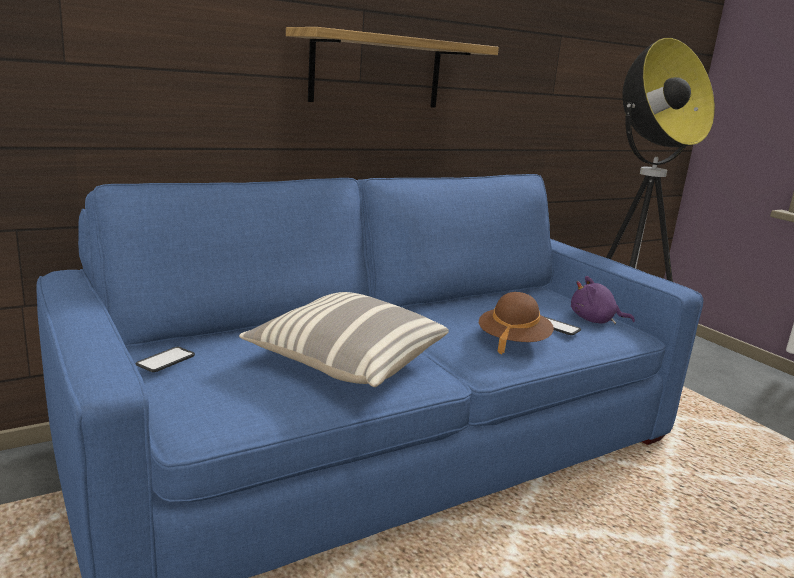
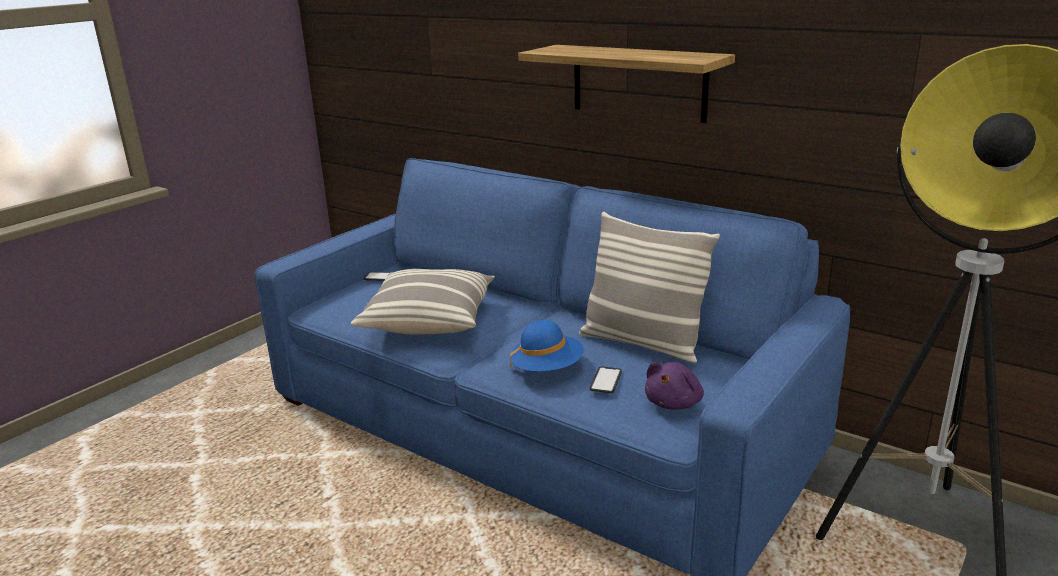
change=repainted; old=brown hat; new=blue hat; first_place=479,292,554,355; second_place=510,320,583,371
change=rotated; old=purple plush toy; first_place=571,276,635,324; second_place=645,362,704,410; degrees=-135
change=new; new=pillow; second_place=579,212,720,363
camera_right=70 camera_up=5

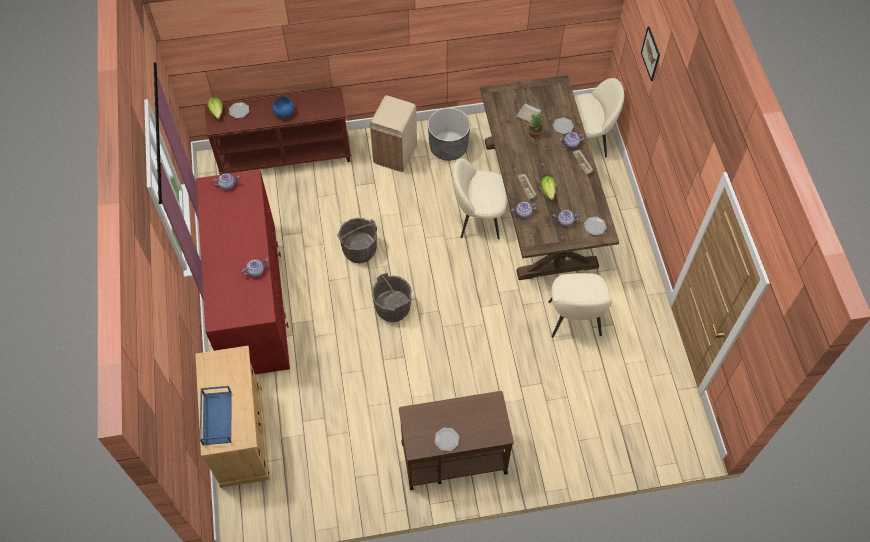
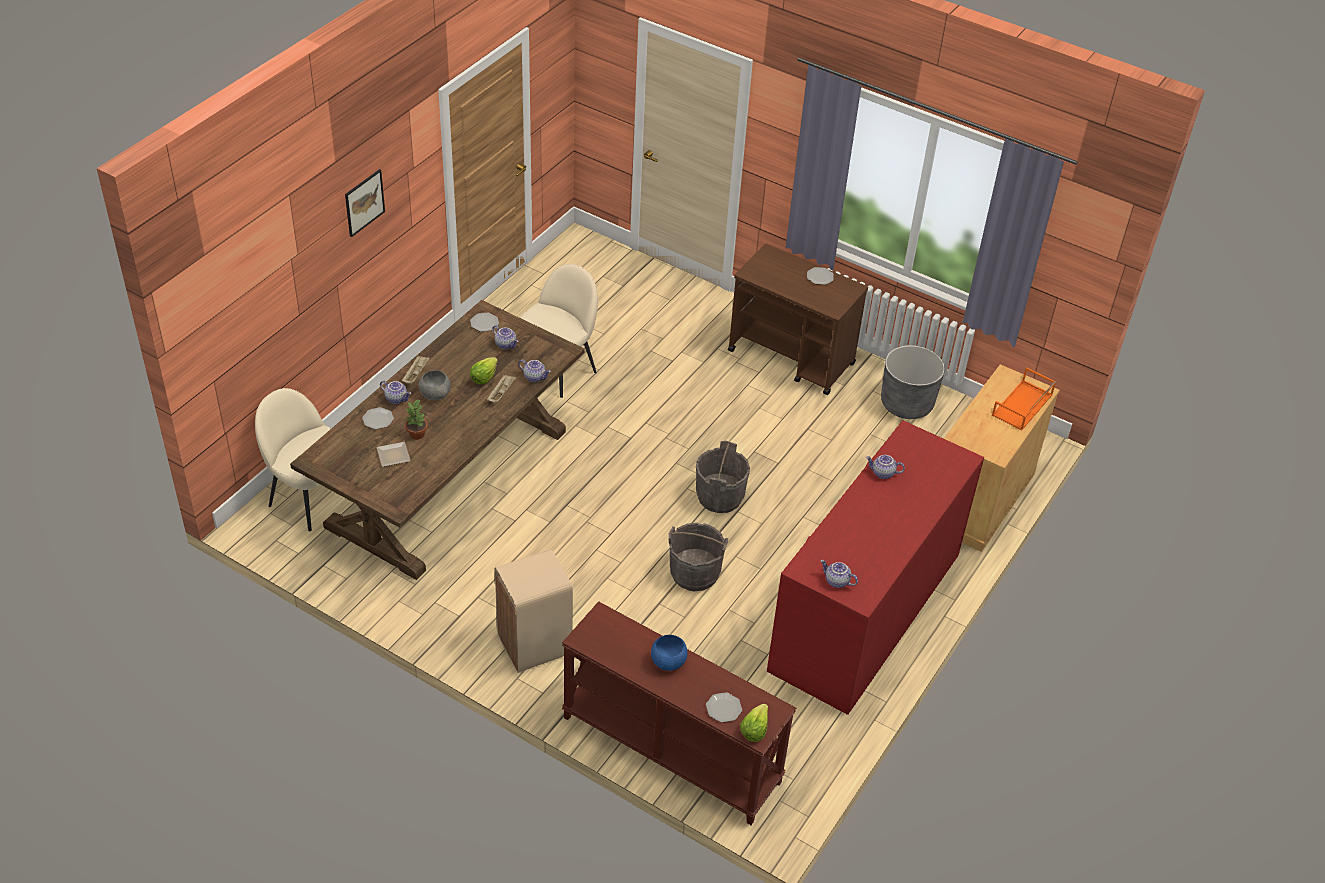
change=repainted; old=blue tray; new=orange tray; first_place=200,386,231,445; second_place=992,367,1056,431
change=shifted; old=grey planter; first_place=428,108,470,161; second_place=881,345,945,419
change=gone; old=beige chair; first_place=453,158,507,240
change=shifted; old=picture; first_place=641,27,660,81; second_place=345,169,385,237
change=new; new=grey bowl; second_place=419,370,451,400
camera_right=-140 camera_up=-15

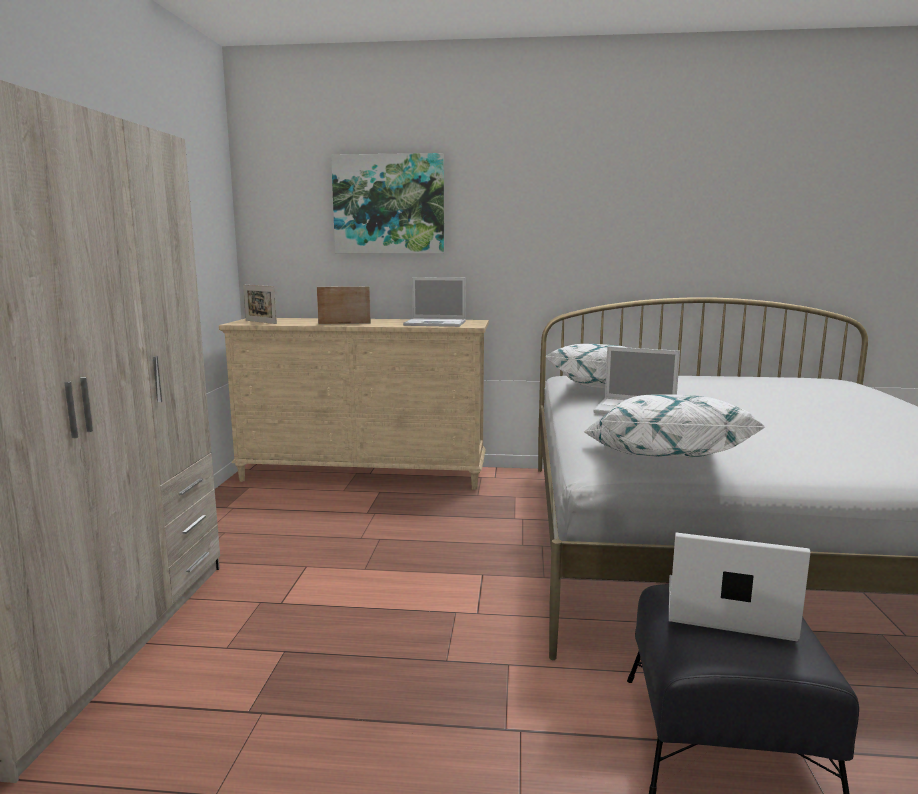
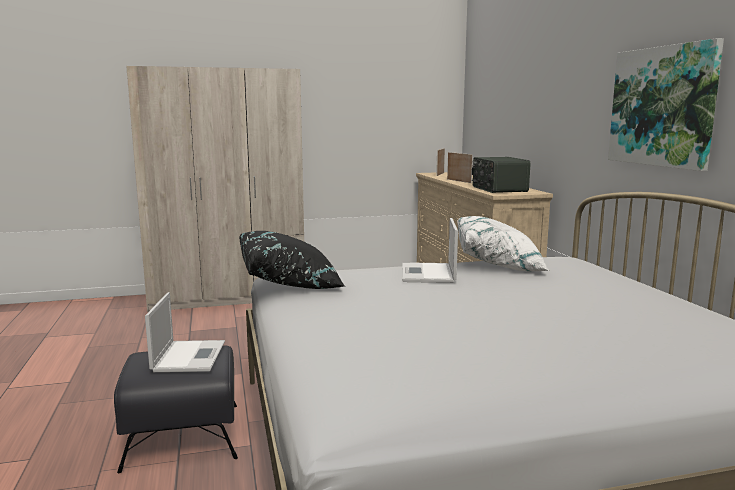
change=shifted; old=picture; first_place=331,153,444,253; second_place=608,38,724,171
change=swapped; old=laptop; new=radio; first_place=403,277,466,327; second_place=472,157,530,193
change=repainted; old=white pillow; new=black pillow; first_place=583,395,767,458; second_place=239,231,345,289
camera_right=70 camera_up=0

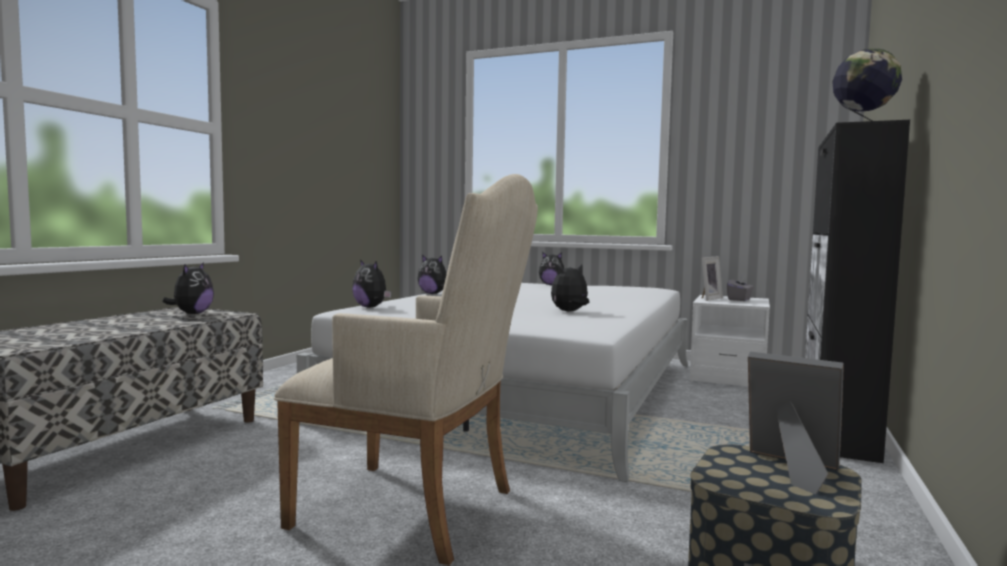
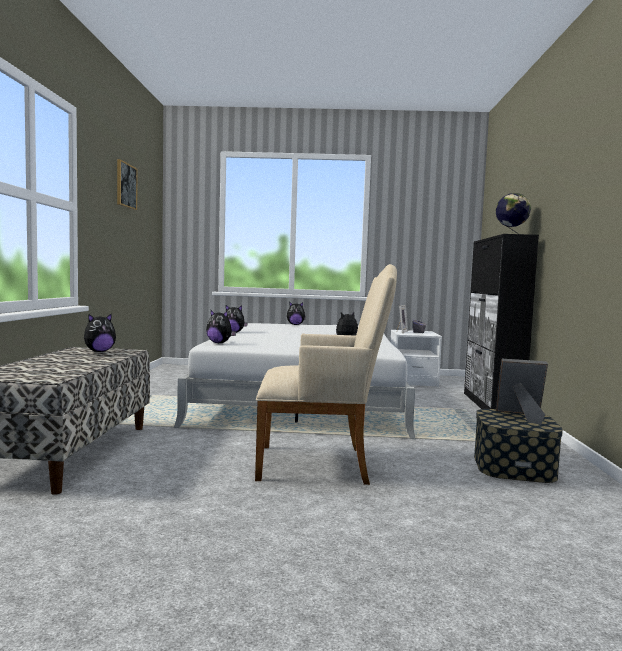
change=rotated; old=plush toy; first_place=162,262,214,314; second_place=84,313,116,352; degrees=60
change=new; new=picture; second_place=117,159,137,210
camera_right=-20 camera_up=0

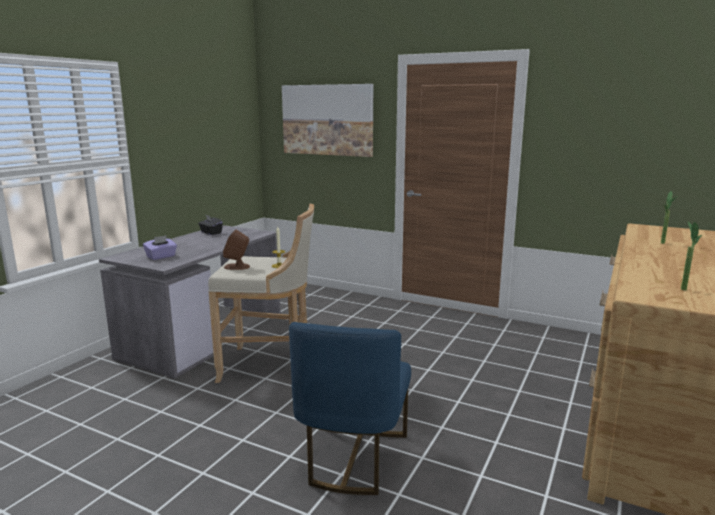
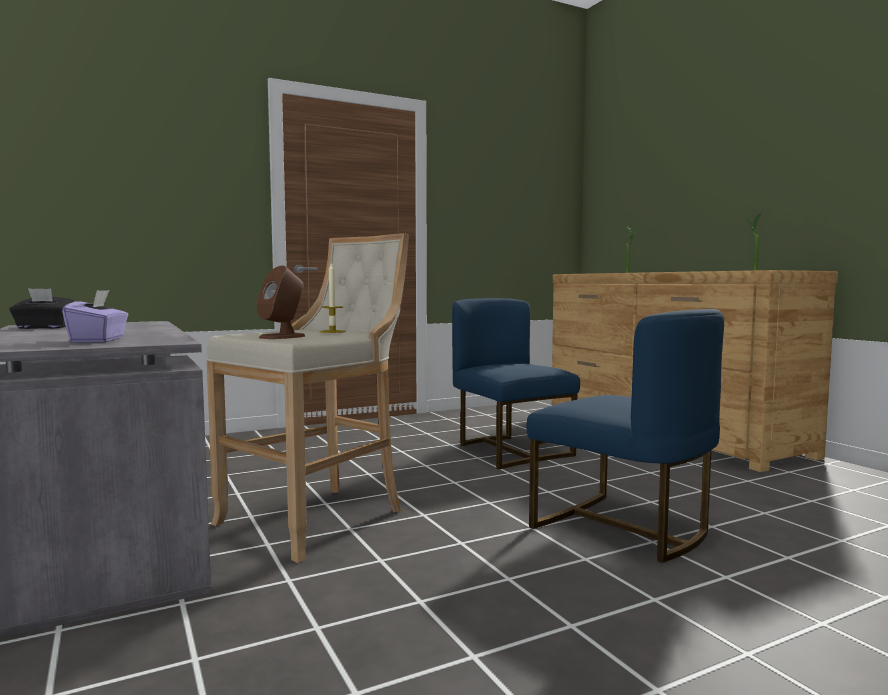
change=gone; old=picture; first_place=282,84,373,157
change=new; new=blue chair; second_place=452,298,580,469
camera_right=-55 camera_up=-10

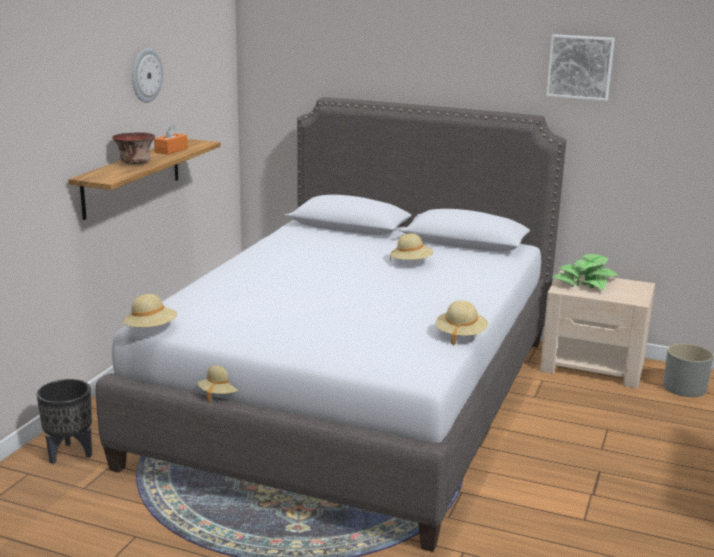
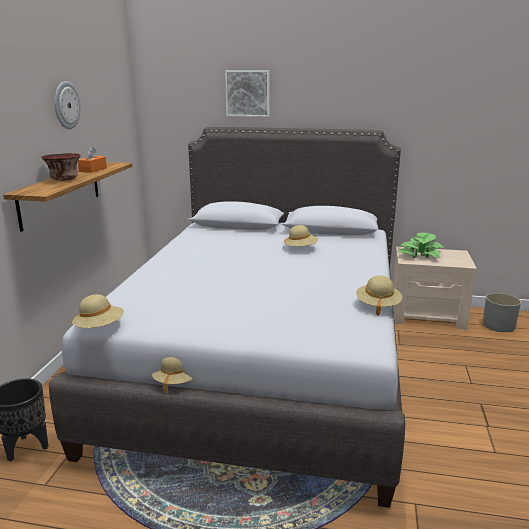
change=shifted; old=picture; first_place=546,34,615,101; second_place=225,71,270,117
camera_right=-10 camera_up=0

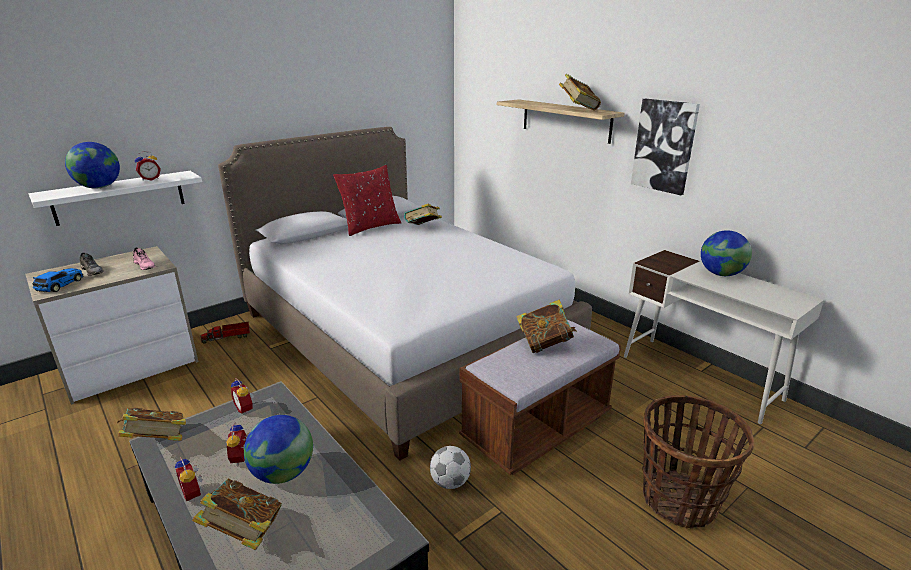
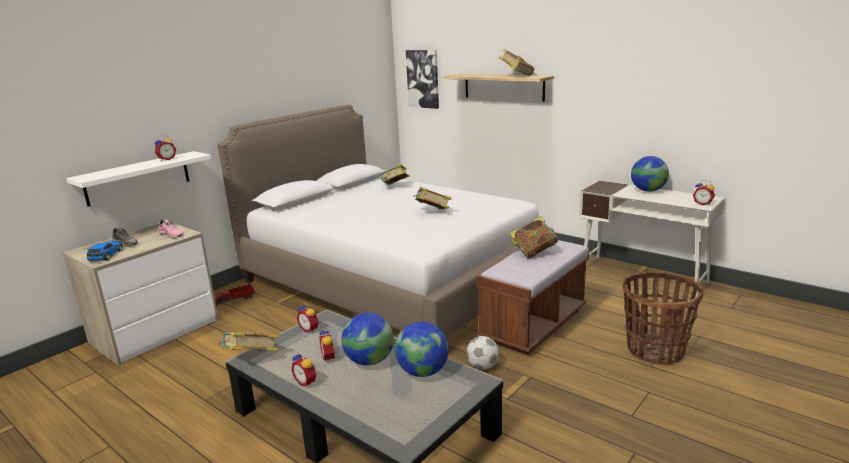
change=shifted; old=globe; first_place=65,142,120,189; second_place=395,322,449,377
change=shifted; old=book; first_place=192,479,282,550; second_place=414,187,452,209
change=gone; old=red pillow; first_place=333,165,401,236
change=shifted; old=picture; first_place=631,98,700,195; second_place=406,50,439,109
change=new; new=alarm clock; second_place=693,180,715,205
camera_right=-10 camera_up=-5

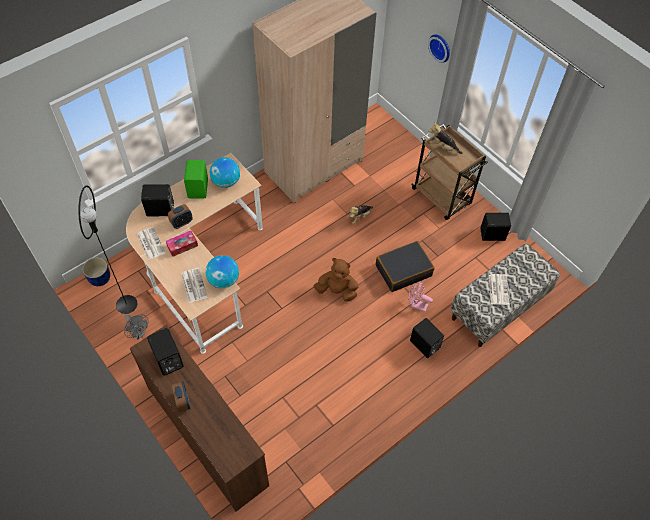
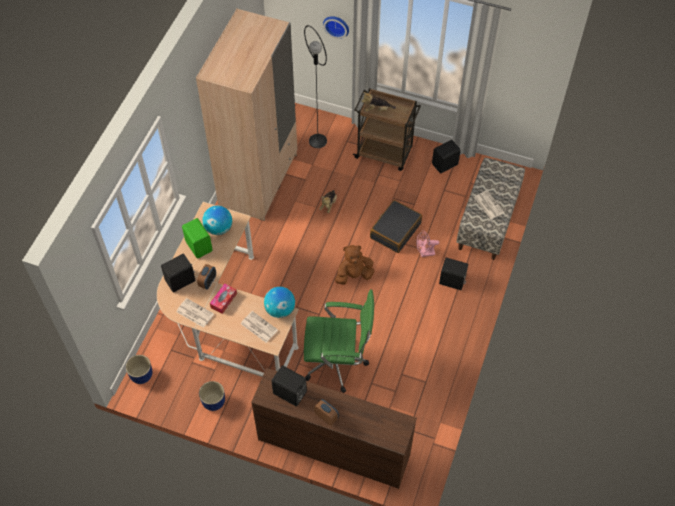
change=shifted; old=black floor lamp; first_place=78,185,138,314; second_place=304,25,327,148
change=swapped; old=grey fan; new=blue planter; first_place=124,314,149,340; second_place=199,381,225,411
change=new; new=green office chair; second_place=304,290,374,393
camera_right=-30 camera_up=0

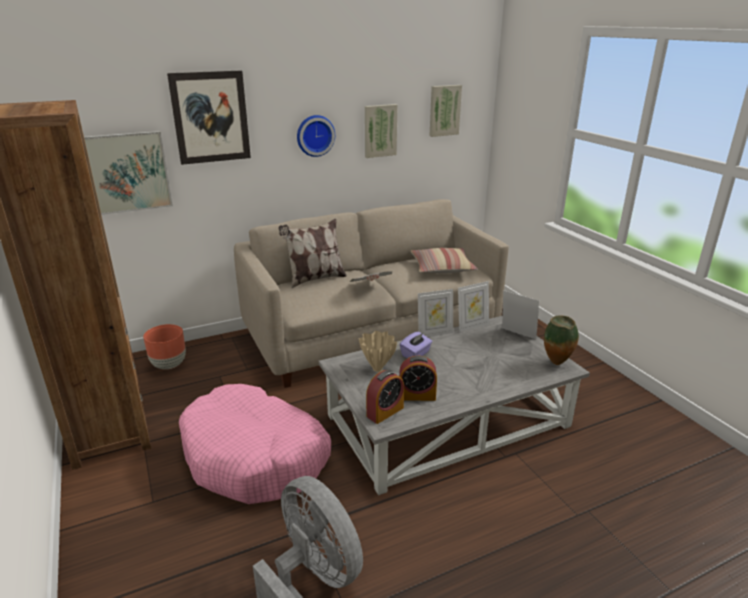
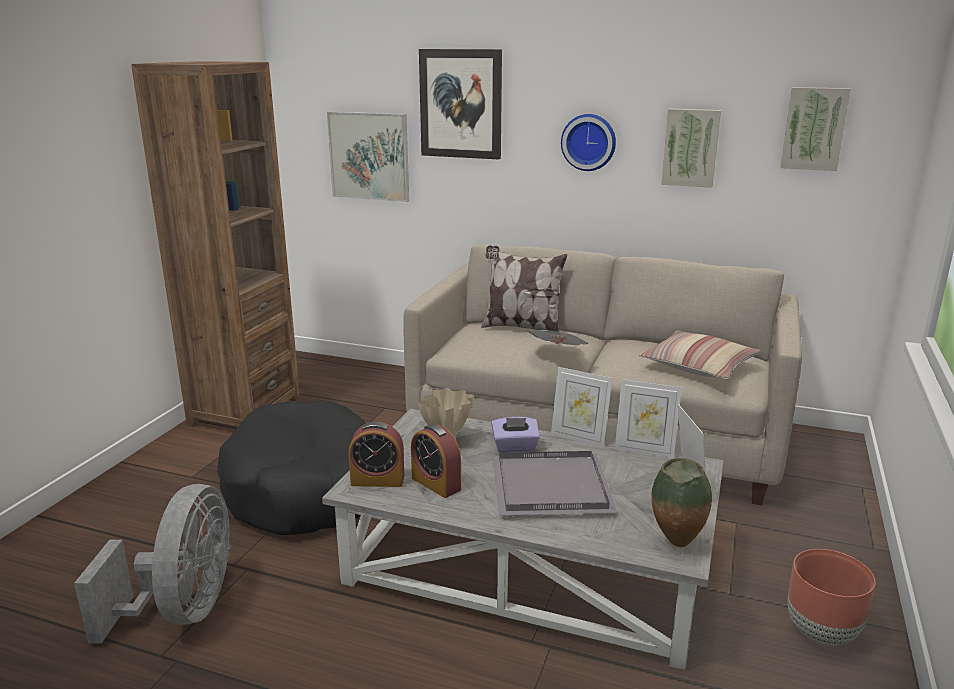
change=shifted; old=brown planter; first_place=143,324,186,369; second_place=787,549,876,645
change=repainted; old=pink dog bed; new=black dog bed; first_place=179,384,331,504; second_place=217,400,365,535
change=new; new=grey tray; second_place=493,451,617,516
camera_right=45 camera_up=-5

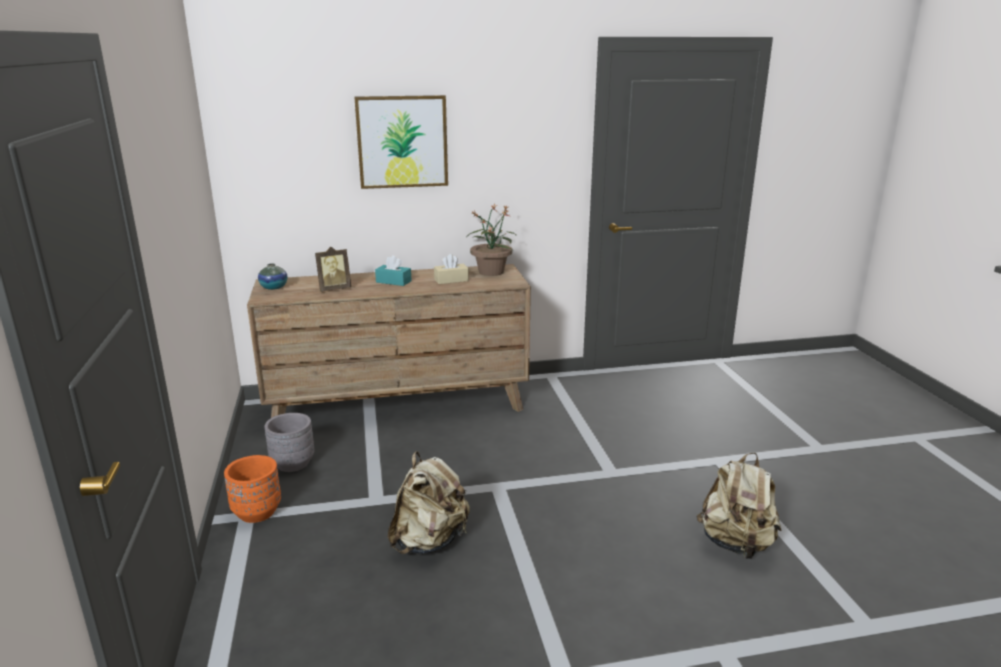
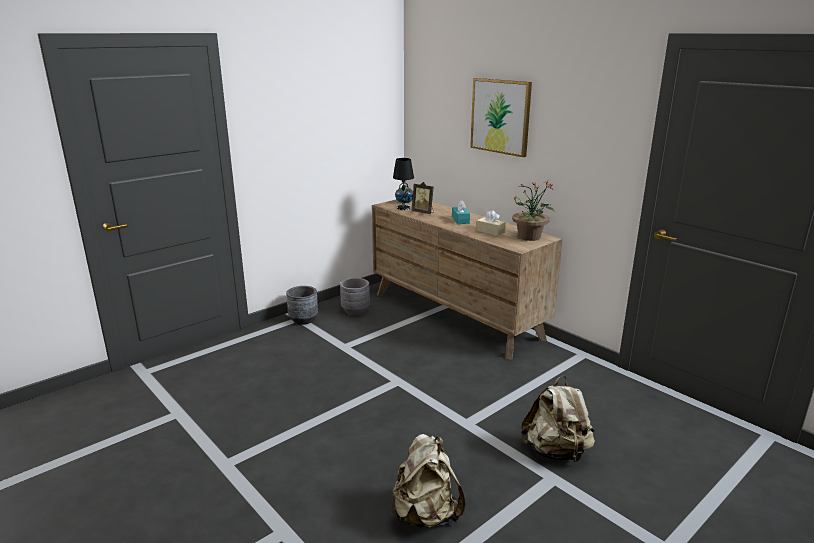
change=repainted; old=orange planter; new=grey planter; first_place=224,455,281,523; second_place=286,286,318,325
change=shifted; old=beige backpack; first_place=388,451,470,554; second_place=521,376,595,462
change=new; new=black table lamp; second_place=393,158,414,210
camera_right=60 camera_up=0

